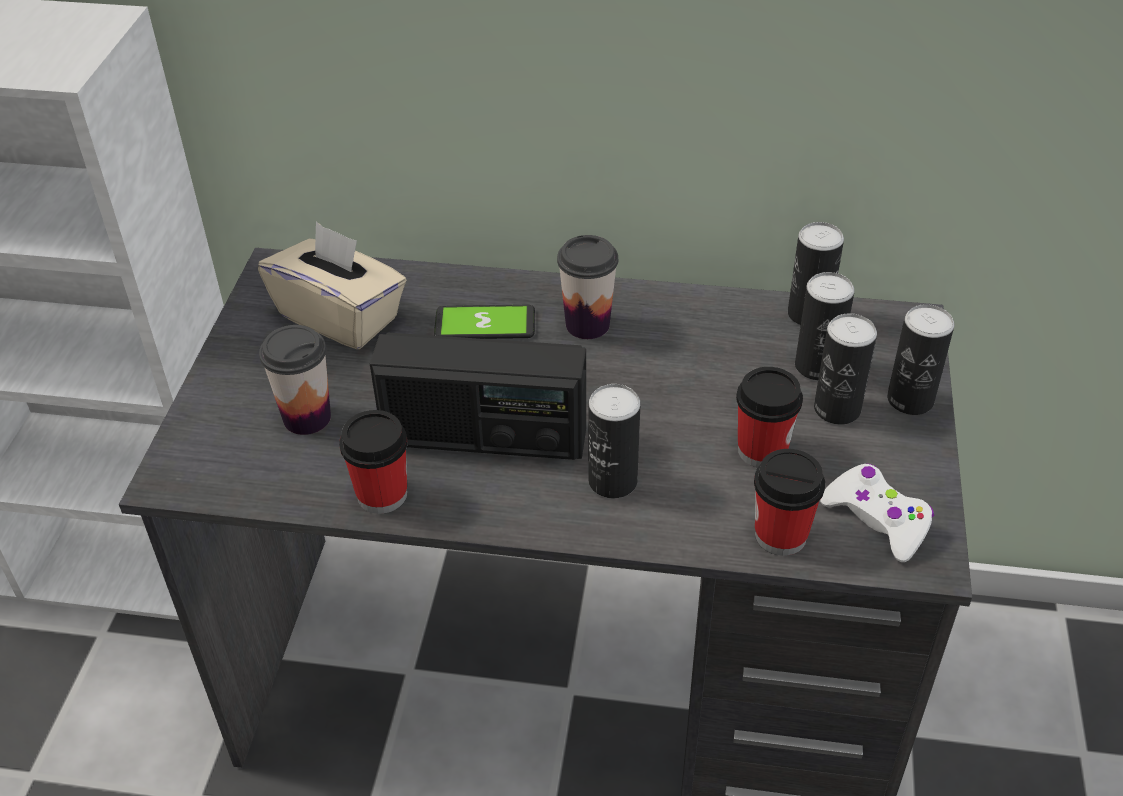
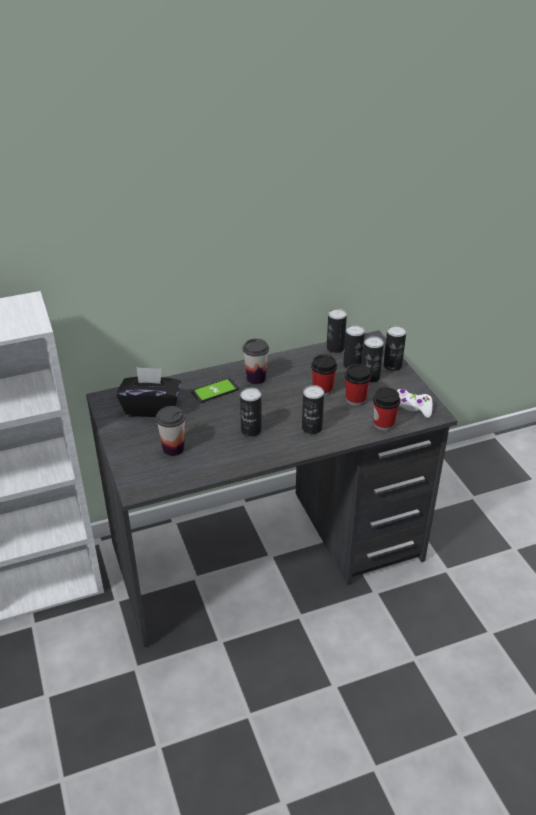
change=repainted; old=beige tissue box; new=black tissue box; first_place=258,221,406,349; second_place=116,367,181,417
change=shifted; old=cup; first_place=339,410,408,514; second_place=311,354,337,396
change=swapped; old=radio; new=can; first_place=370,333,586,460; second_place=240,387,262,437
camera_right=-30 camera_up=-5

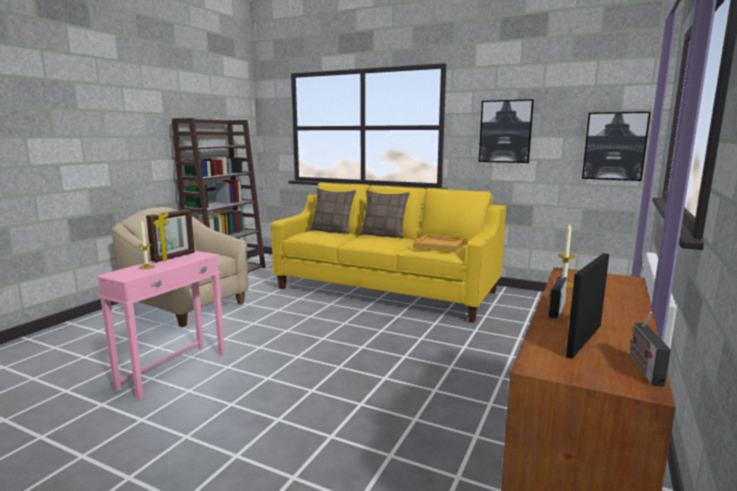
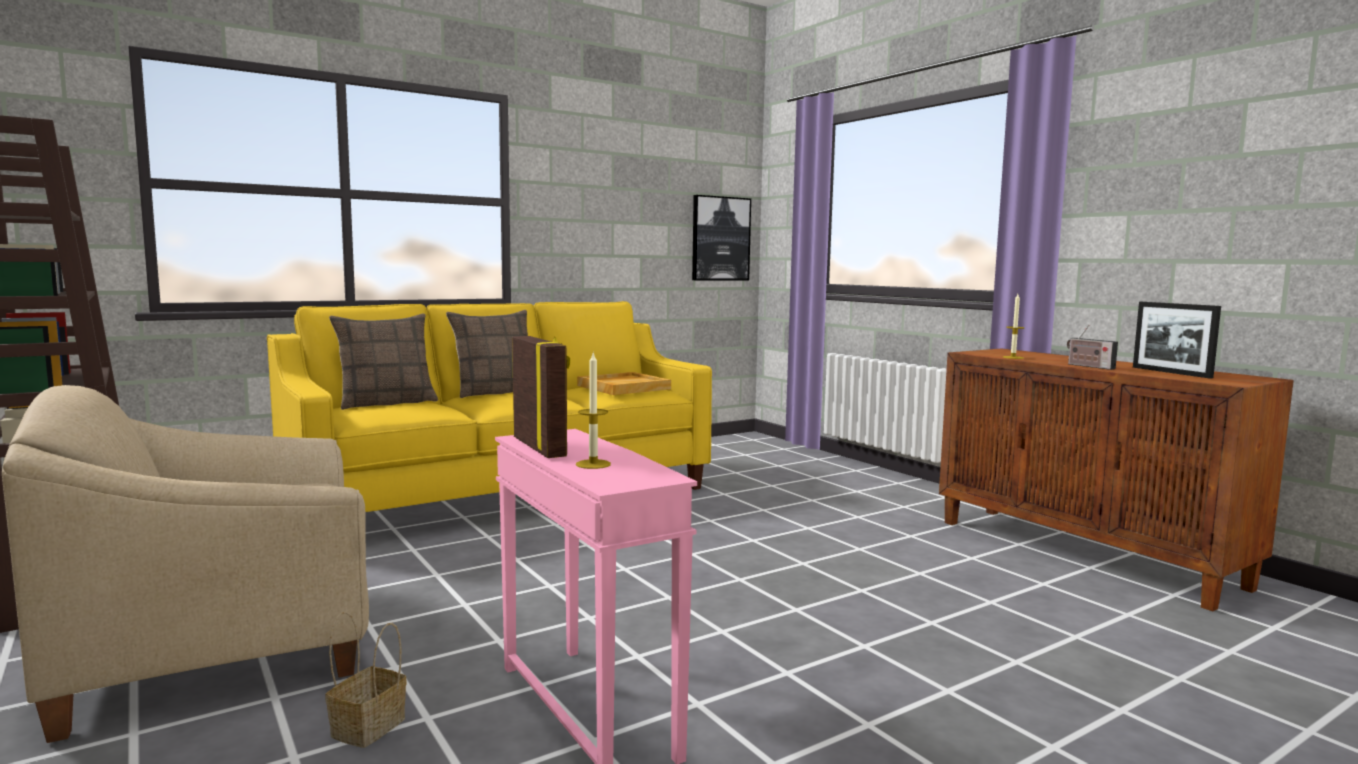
change=gone; old=picture; first_place=479,99,534,163
change=gone; old=radio; first_place=630,312,671,387
change=new; new=basket; second_place=326,611,406,748
camera_right=-60 camera_up=-5

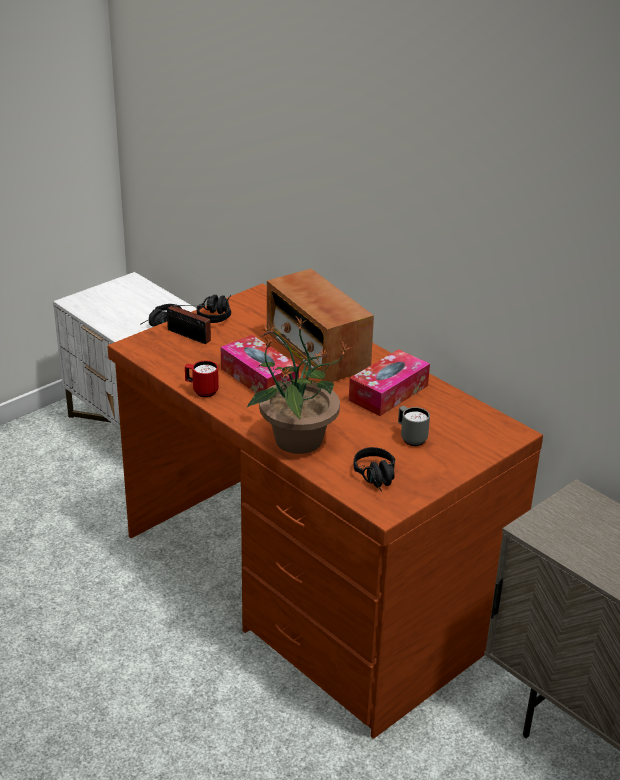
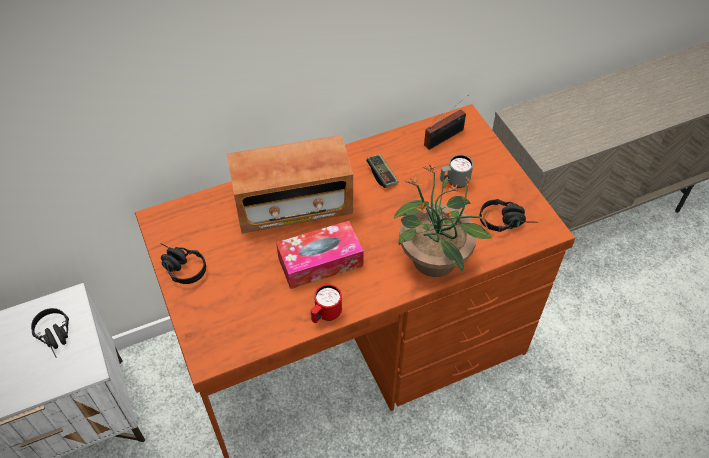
change=shifted; old=radio; first_place=167,305,213,344; second_place=424,94,469,150
change=swapped; old=tissue box; new=game controller; first_place=349,349,430,416; second_place=366,154,399,188
camera_right=-70 camera_up=20

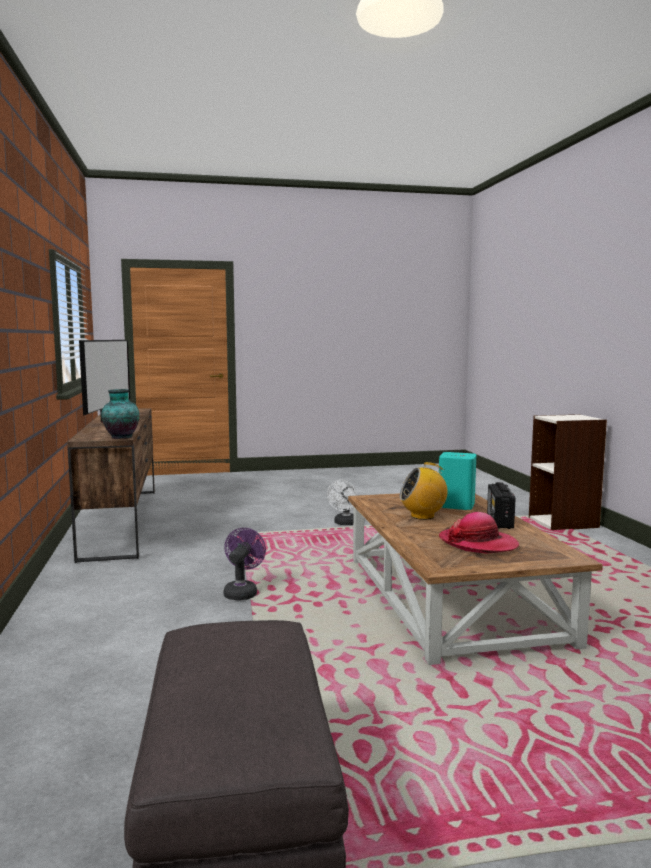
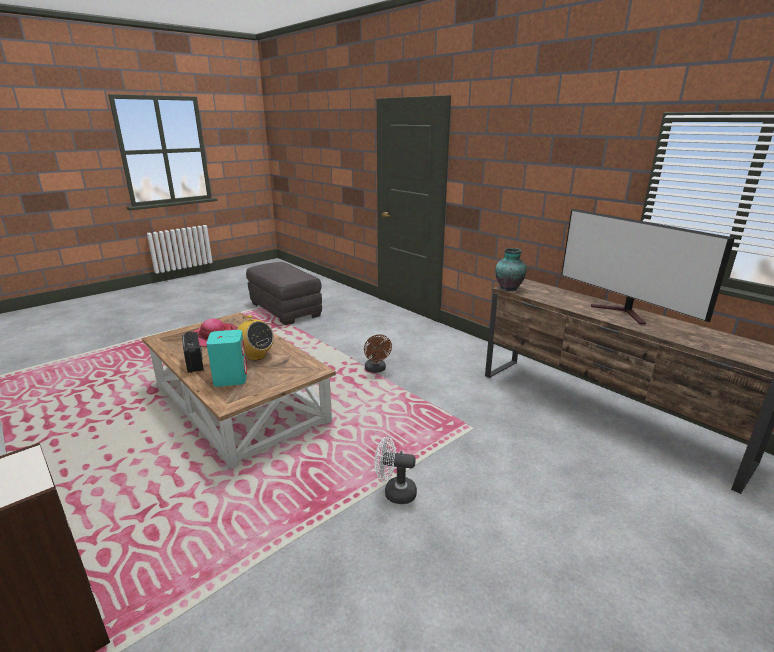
change=repainted; old=purple fan; new=brown fan; first_place=224,528,266,600; second_place=364,334,392,373
change=rotated; old=white fan; first_place=327,480,357,525; second_place=375,437,417,504; degrees=-75
change=rotated; old=radio; first_place=400,462,448,520; second_place=235,315,274,360; degrees=75
camera_right=150 camera_up=15

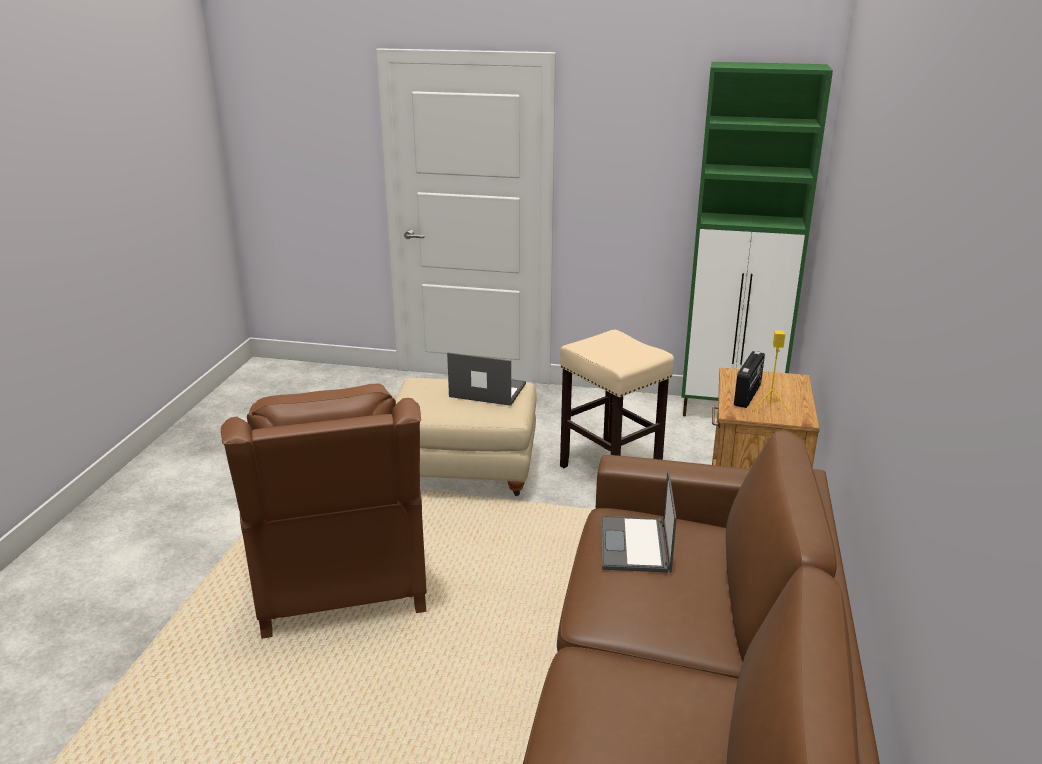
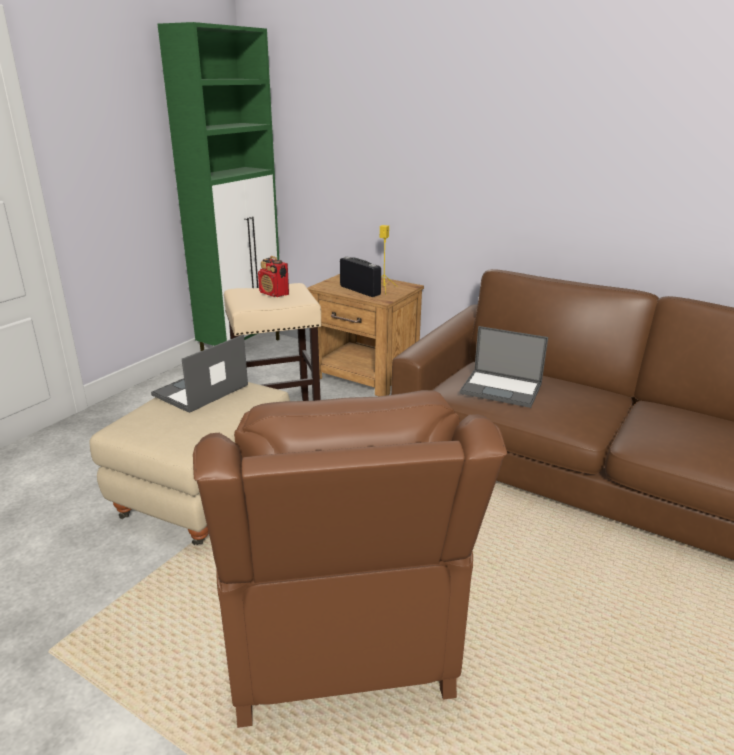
change=rotated; old=brown armchair; first_place=221,384,426,639; second_place=193,390,507,728; degrees=75
change=new; new=radio; second_place=258,256,289,297
camera_right=-70 camera_up=0

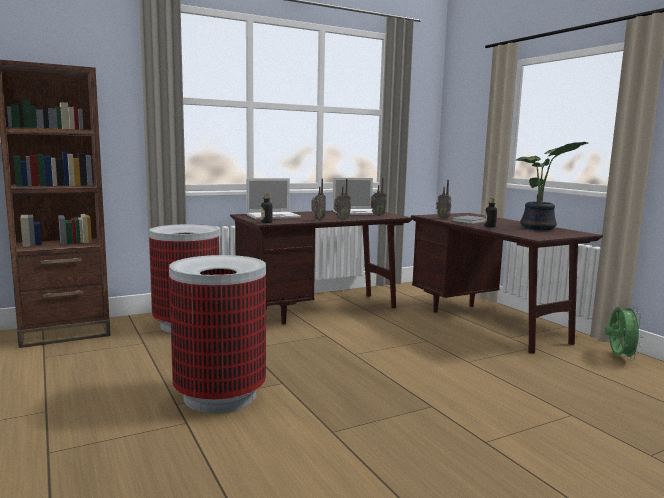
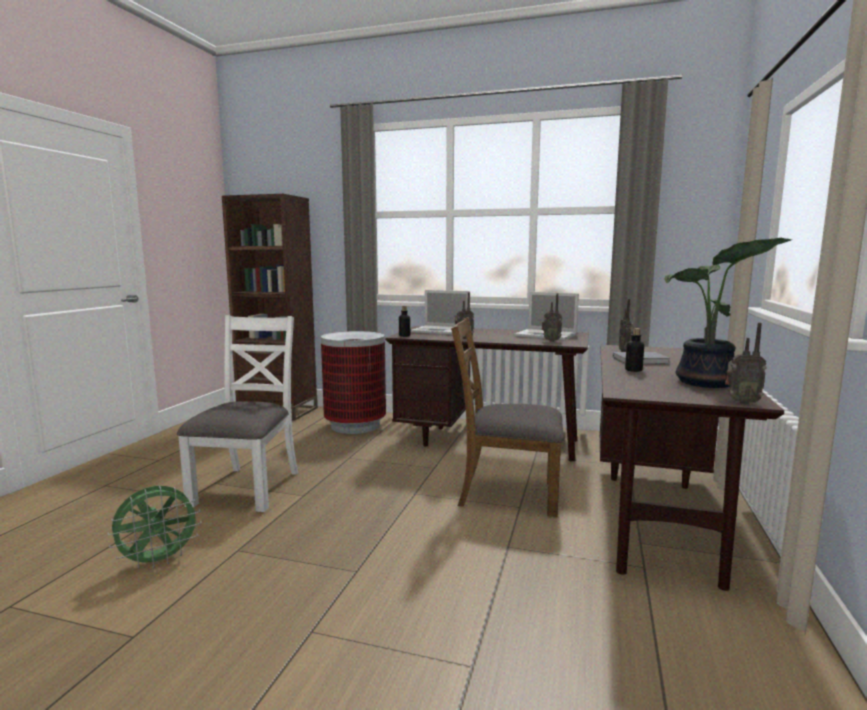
change=swapped; old=trash can; new=white chair; first_place=169,255,266,413; second_place=177,315,298,512
change=shifted; old=radio; first_place=334,179,351,220; second_place=725,323,767,405
change=shifted; old=green fan; first_place=605,305,643,361; second_place=107,486,202,569
change=new; new=brown chair; second_place=451,317,565,517
camera_right=45 camera_up=0

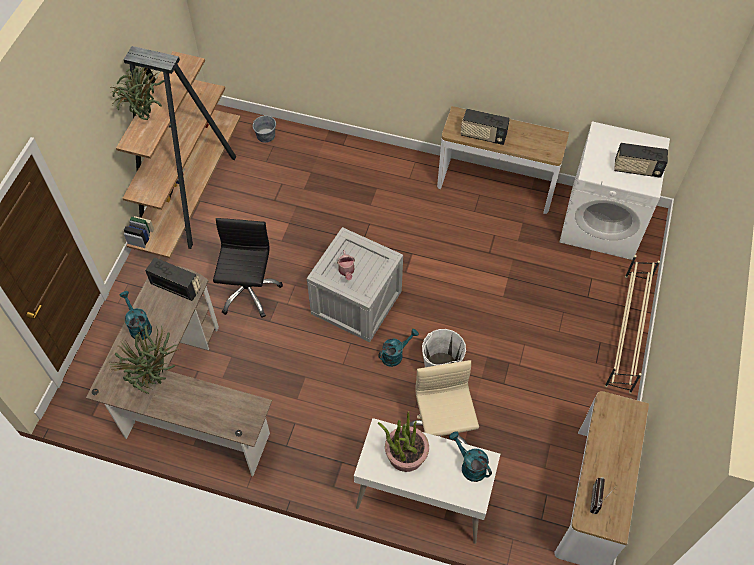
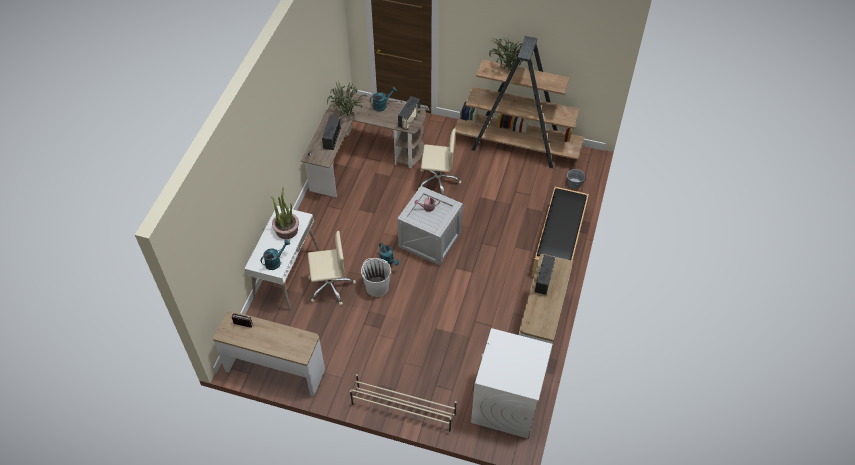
change=repainted; old=black office chair; new=beige office chair; first_place=213,218,283,318; second_place=418,128,461,195
change=shifted; old=radio; first_place=614,143,668,178; second_place=322,116,341,150
change=new; new=black bench; second_place=532,187,589,277
camera_right=90 camera_up=-5

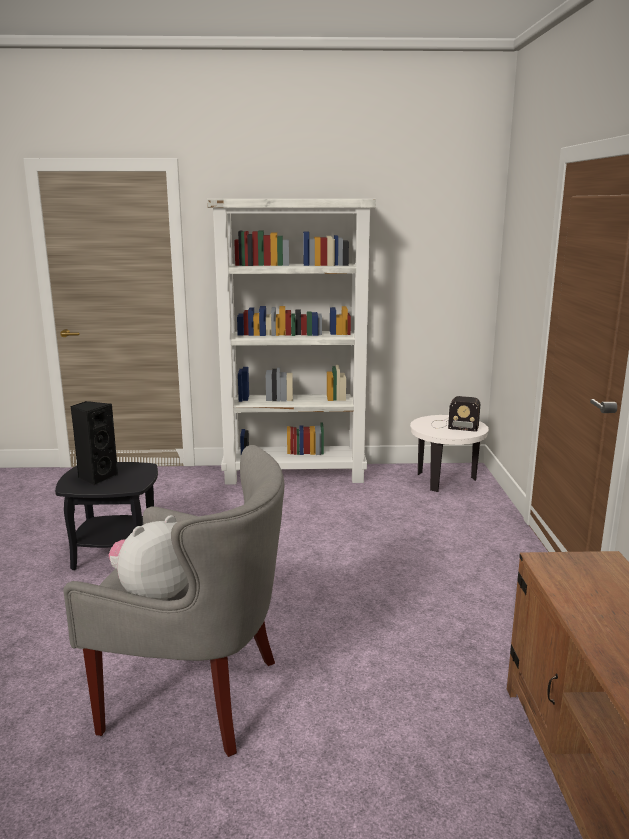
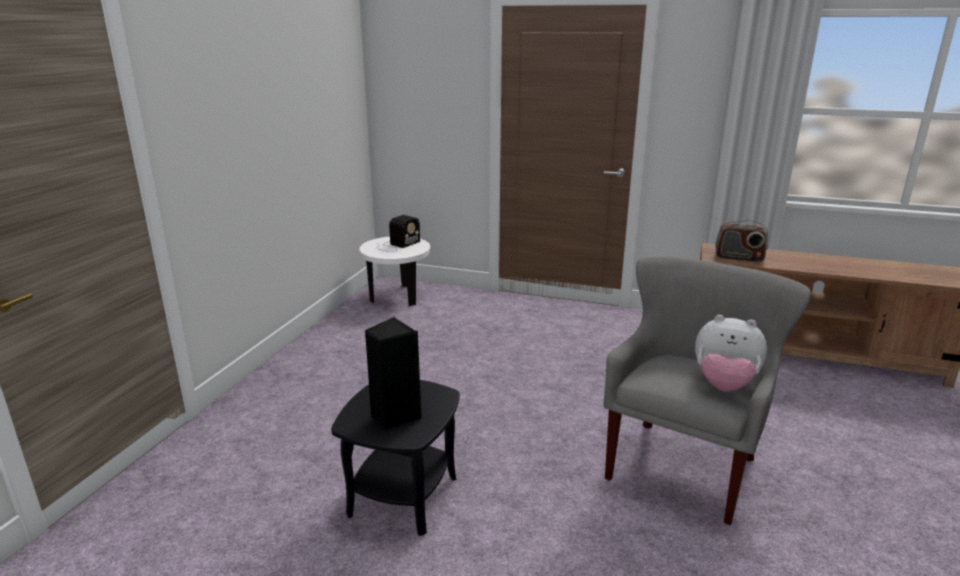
change=rotated; old=plush toy; first_place=109,515,188,600; second_place=695,315,767,392; degrees=-45
change=gone; old=white bookcase; first_place=207,199,376,485
change=new; new=radio; second_place=715,220,768,262
camera_right=-70 camera_up=5

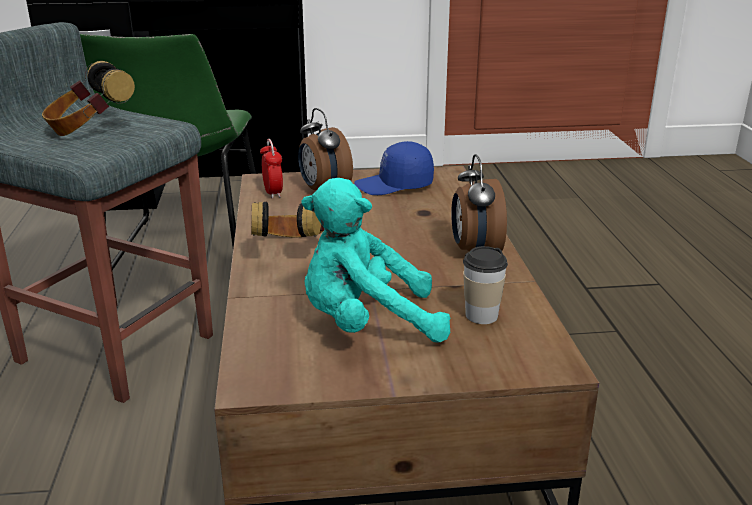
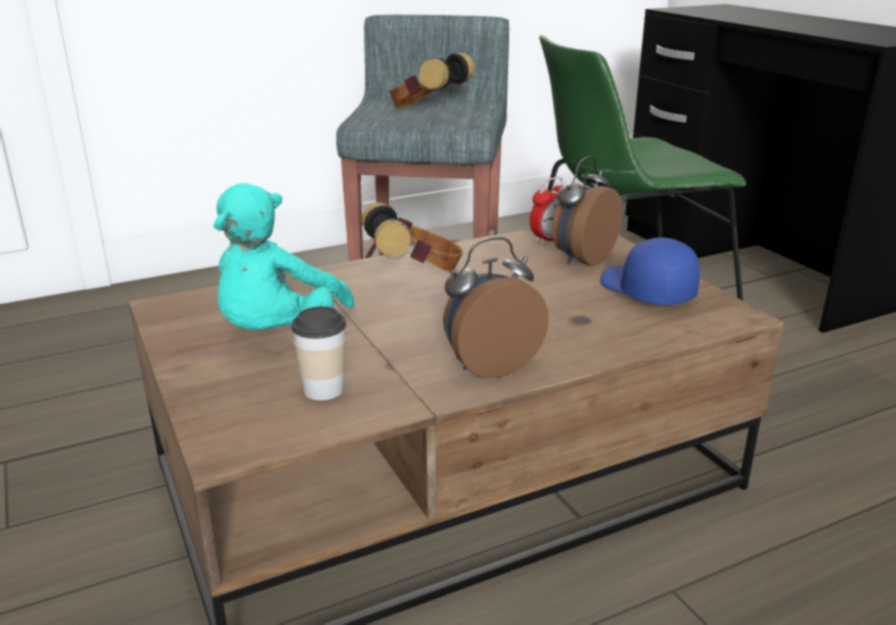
change=rotated; old=turquoise plush toy; first_place=302,178,450,342; second_place=213,183,354,330; degrees=-135
camera_right=70 camera_up=0

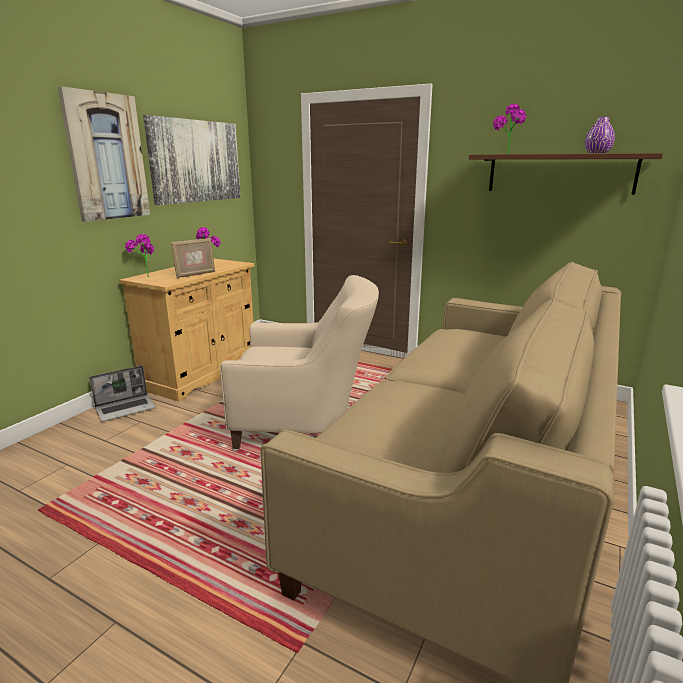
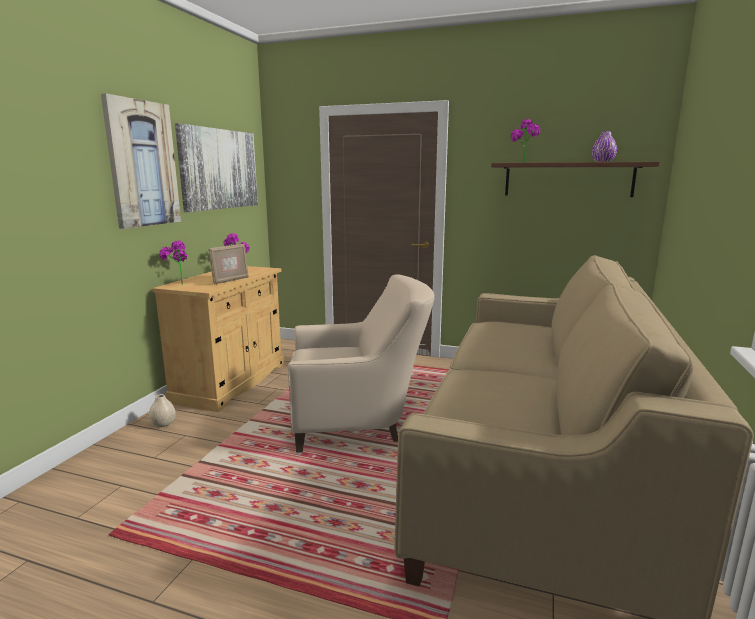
change=swapped; old=laptop; new=beige vase; first_place=89,366,156,422; second_place=149,394,176,427
camera_right=-10 camera_up=-5

